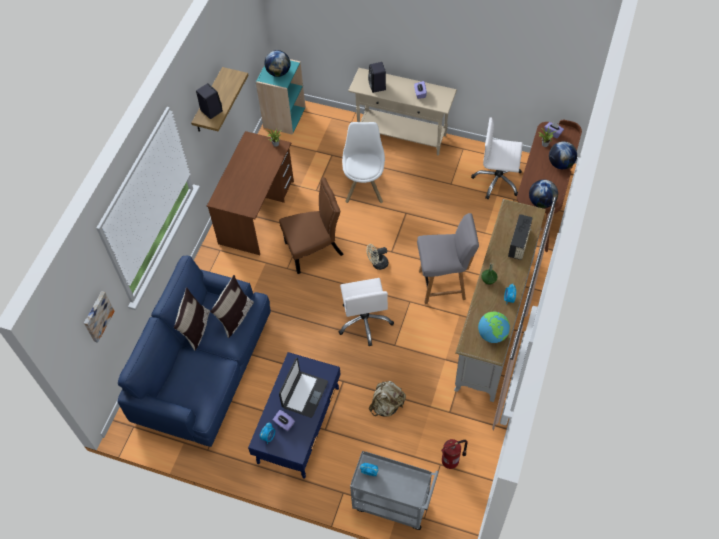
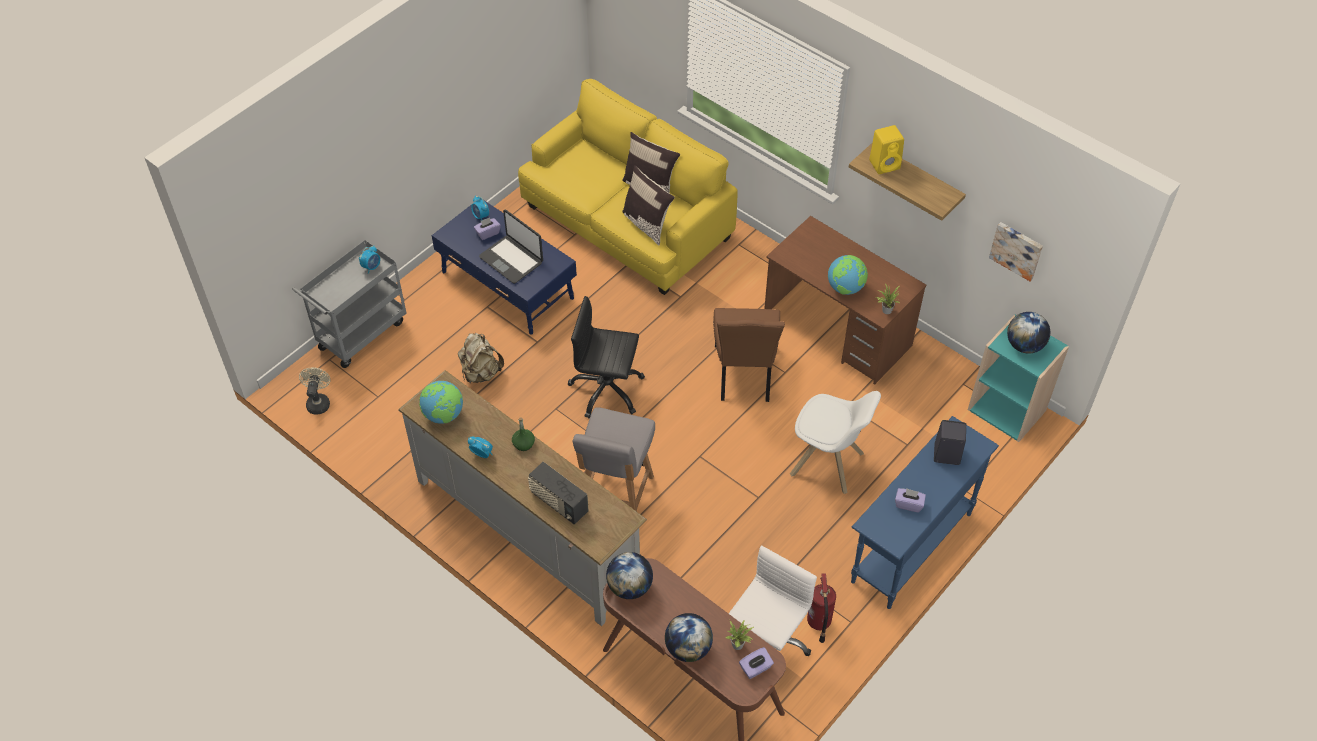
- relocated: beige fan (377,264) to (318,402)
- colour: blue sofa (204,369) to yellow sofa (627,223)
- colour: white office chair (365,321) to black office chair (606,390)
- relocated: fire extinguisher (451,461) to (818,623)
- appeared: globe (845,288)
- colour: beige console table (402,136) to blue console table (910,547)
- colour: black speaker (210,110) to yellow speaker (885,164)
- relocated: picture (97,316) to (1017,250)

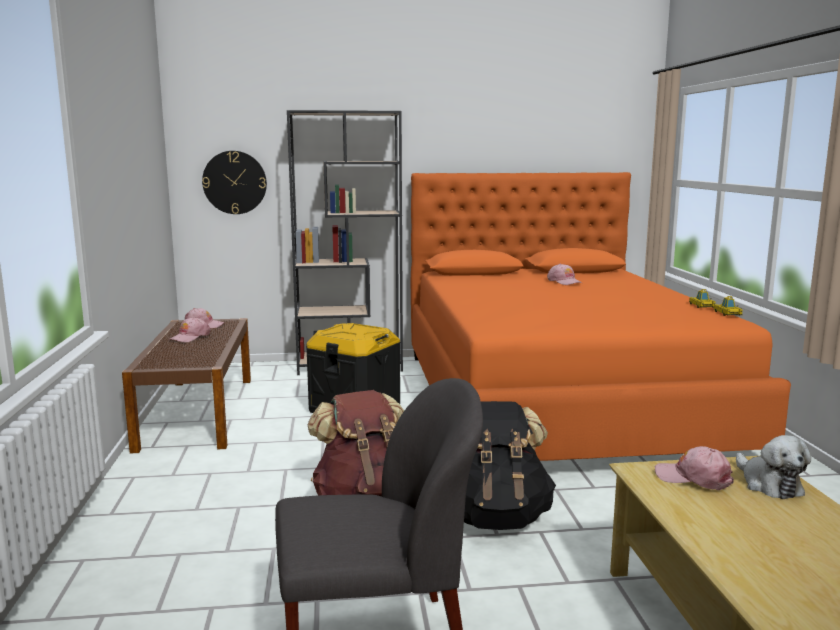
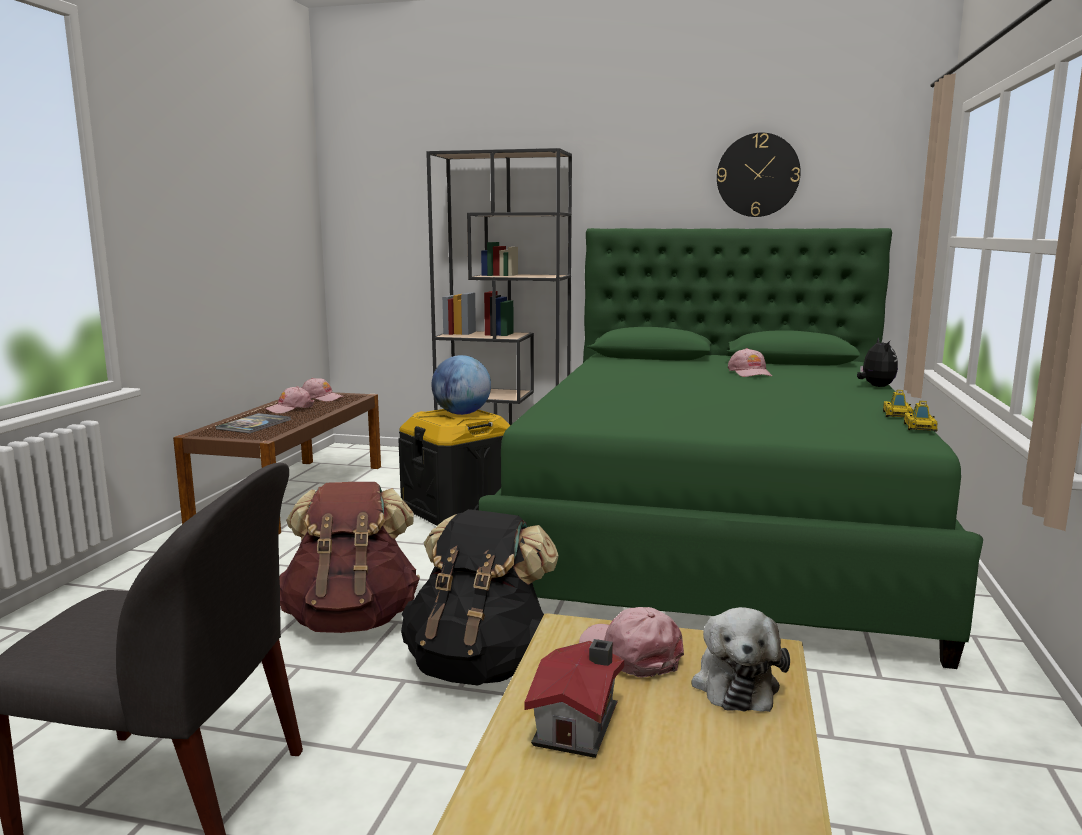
- appeared: book (254,424)
- appeared: globe (462,413)
- colour: orange bed (558,401) to green bed (716,532)
- appeared: toy house (580,724)
- relocated: wall clock (234,182) to (758,175)
- appeared: plush toy (875,386)

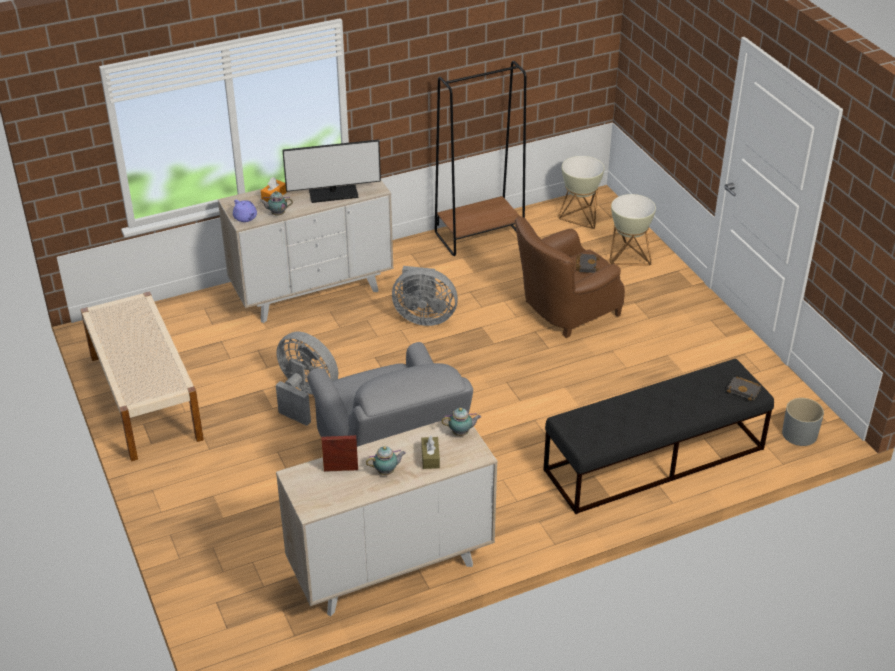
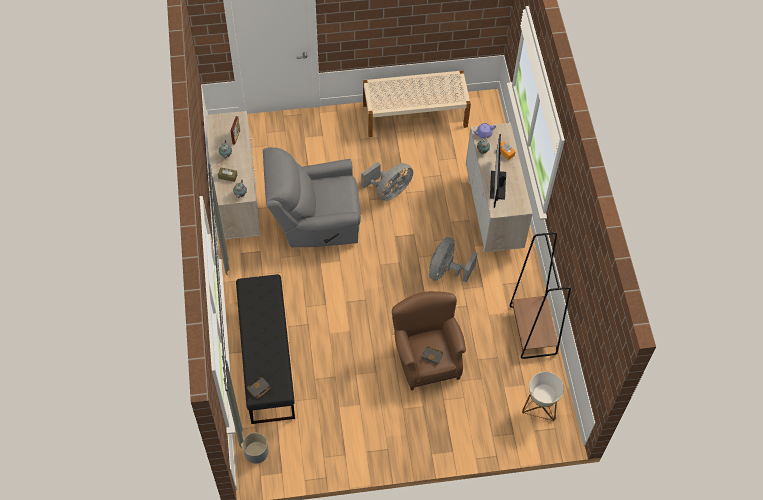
- missing: planter (628,258)

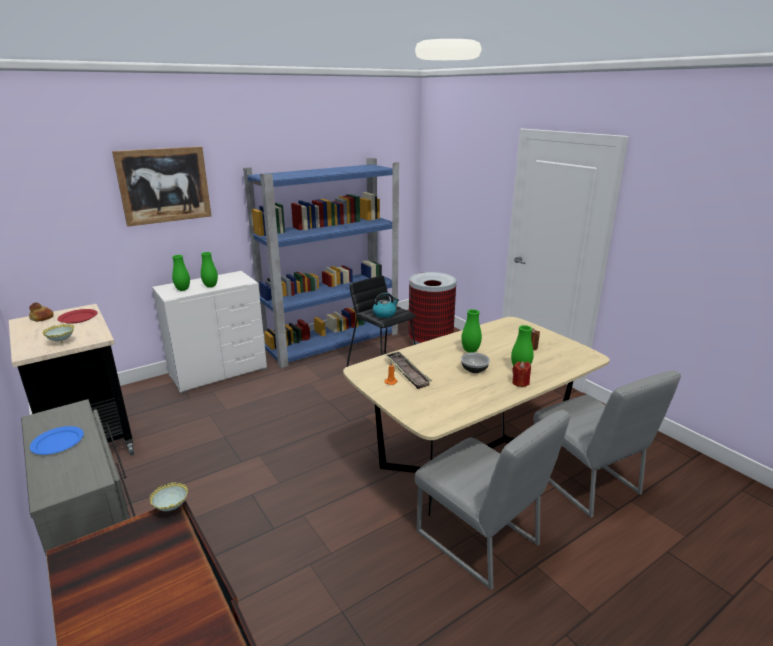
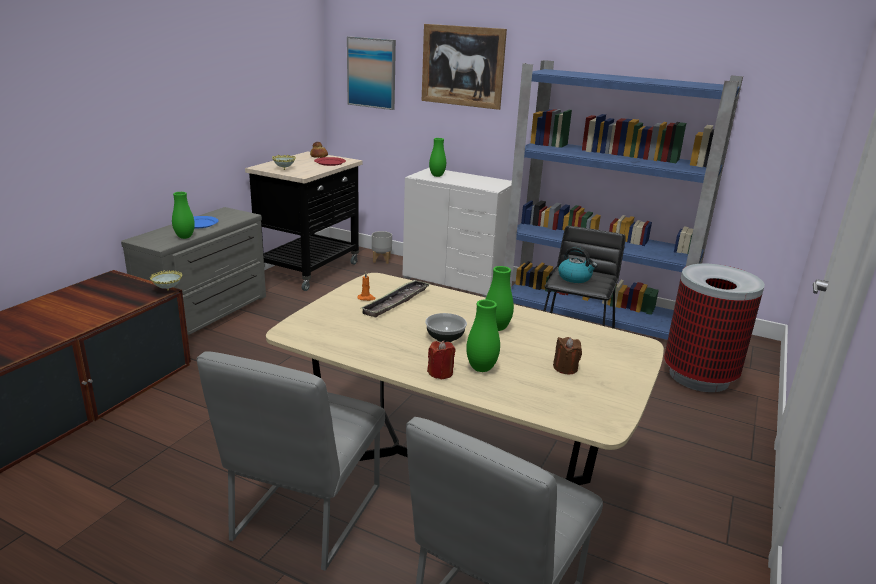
- relocated: green vase (210,286) to (185,237)
- appeared: picture (371,73)
- appeared: grey planter (381,260)

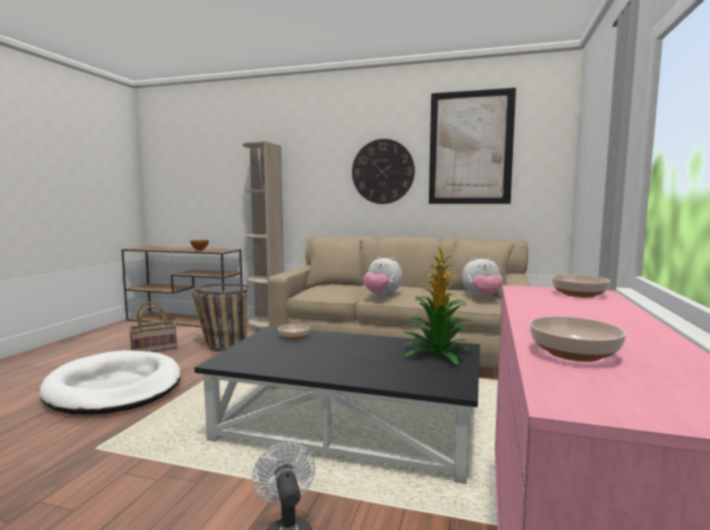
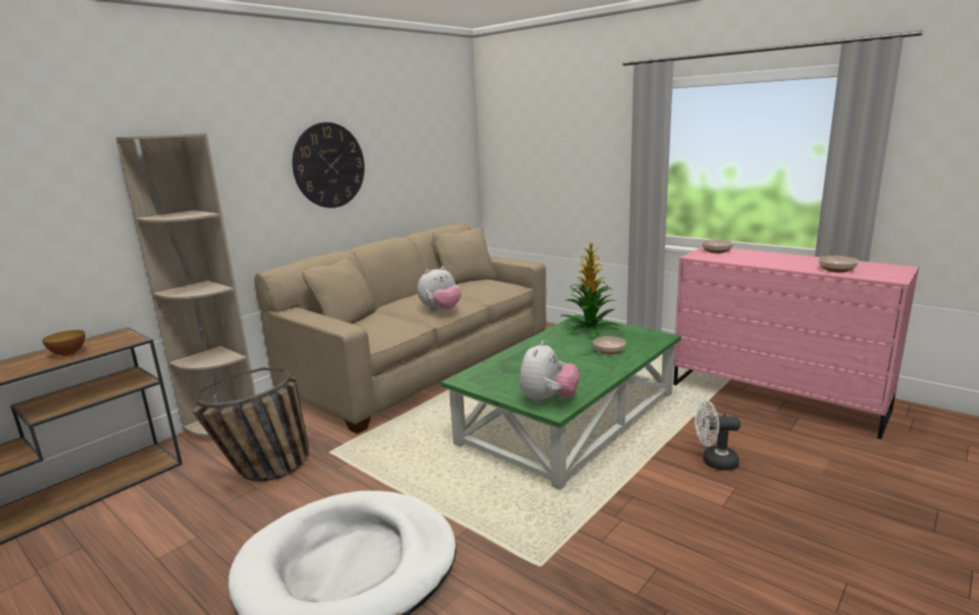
- colour: black coffee table (350,424) to green coffee table (569,416)
- relocated: plush toy (482,297) to (548,400)
- relocated: bowl (293,337) to (609,351)
- missing: basket (154,348)
- missing: picture (470,148)

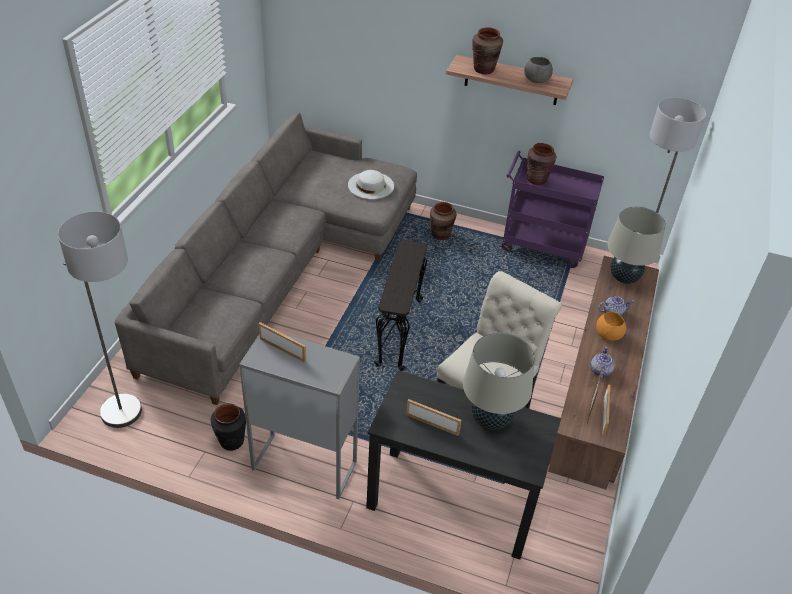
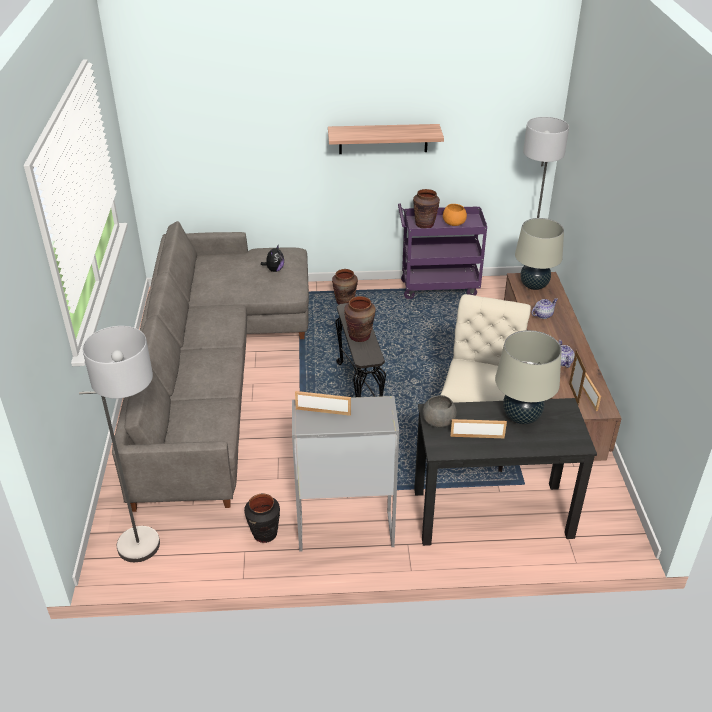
- exchanged: white hat (371,185) to plush toy (274,270)
- relocated: brown vase (484,70) to (359,336)
- relocated: grey bowl (536,79) to (438,421)
- relocated: orange bowl (608,334) to (453,223)

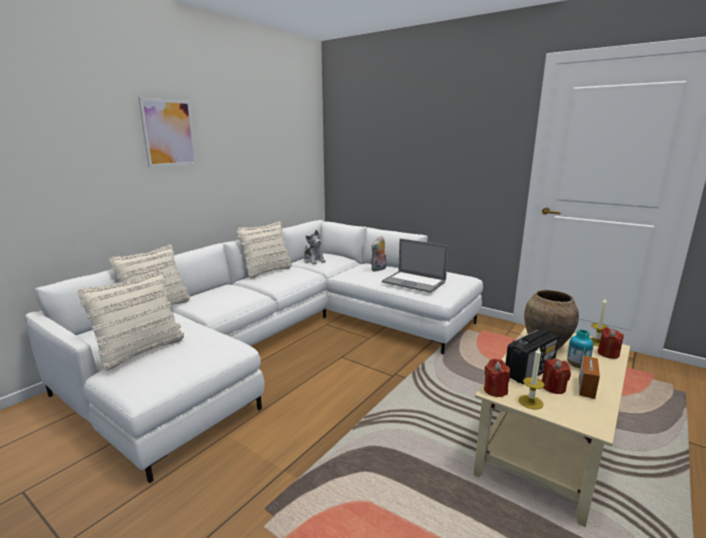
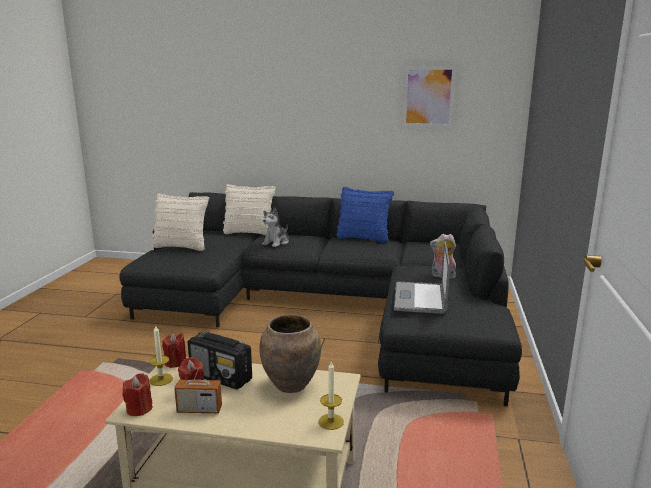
- colour: white sofa (287,339) to black sofa (334,307)
- relocated: red candle (608,354) to (139,409)
- relocated: plush toy (314,261) to (276,242)
- colour: beige pillow (267,271) to blue pillow (364,239)
- relocated: picture (169,133) to (428,96)
- missing: vase (577,366)

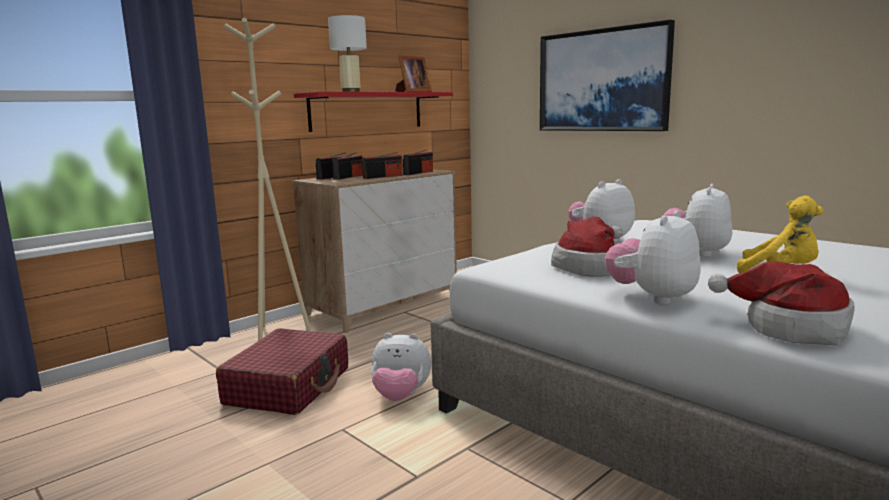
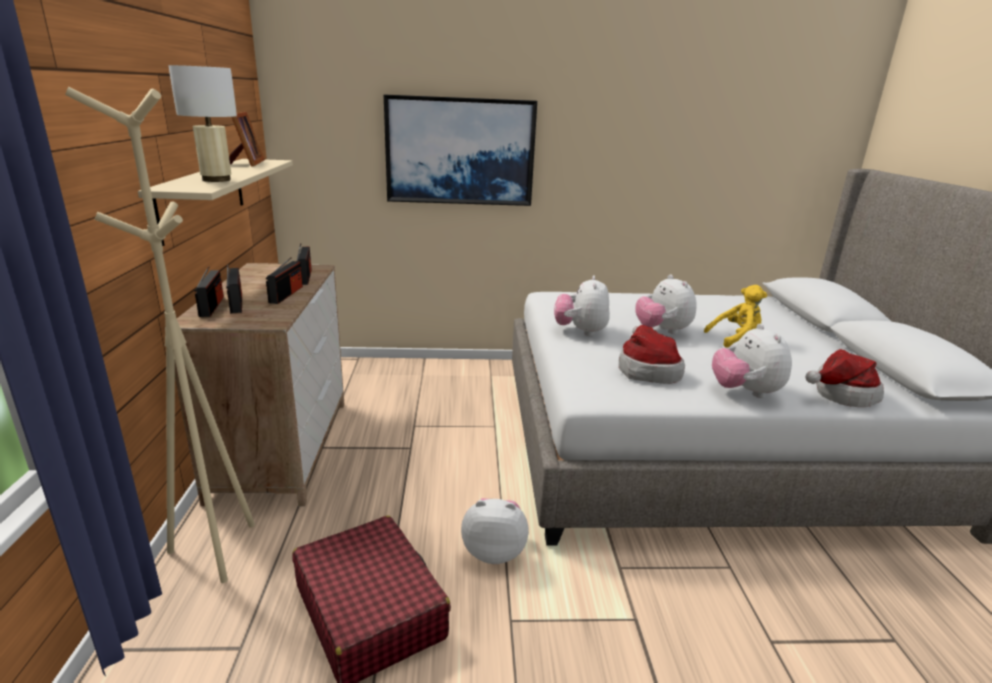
- colour: red shelf (367,111) to beige shelf (203,197)
- spun: plush toy (401,396) = (494,551) 135 degrees counterclockwise

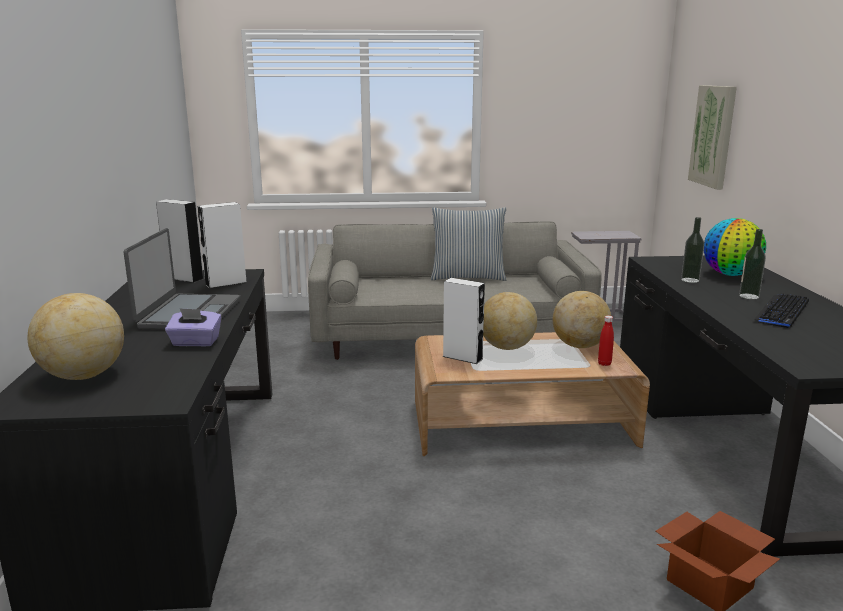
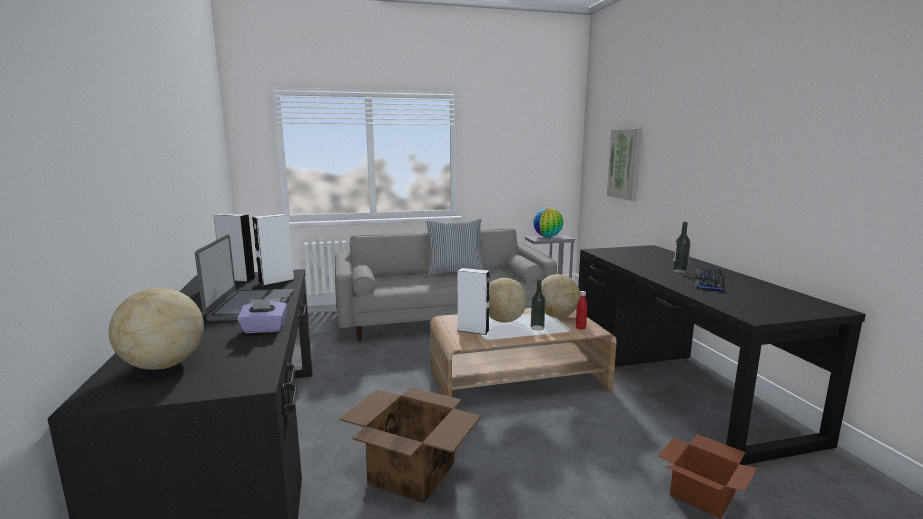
- appeared: cardboard box (411,472)
- relocated: bottle (690,280) to (537,328)
- relocated: globe (730,274) to (547,236)

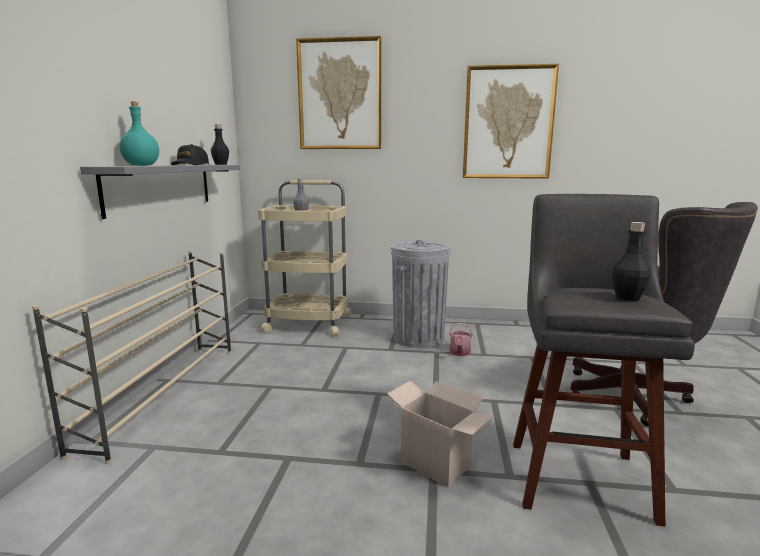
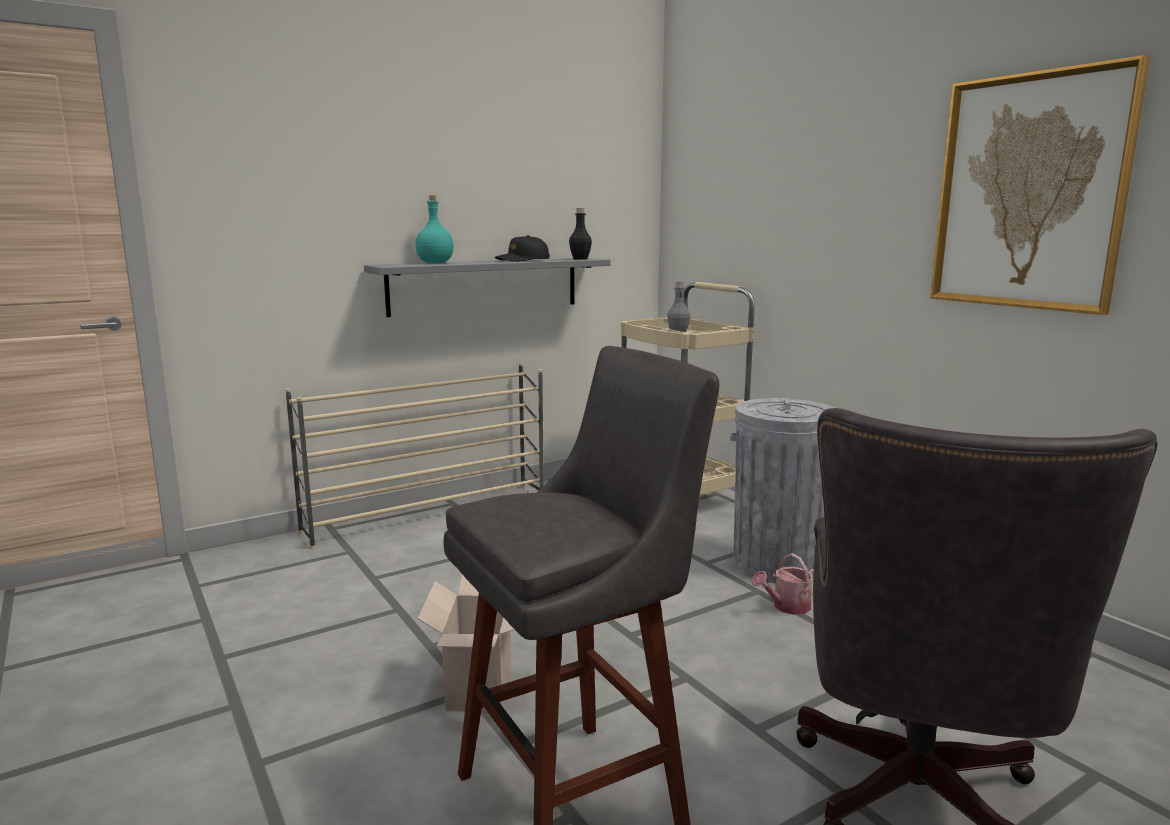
- missing: picture (340,95)
- missing: black bottle (628,297)

